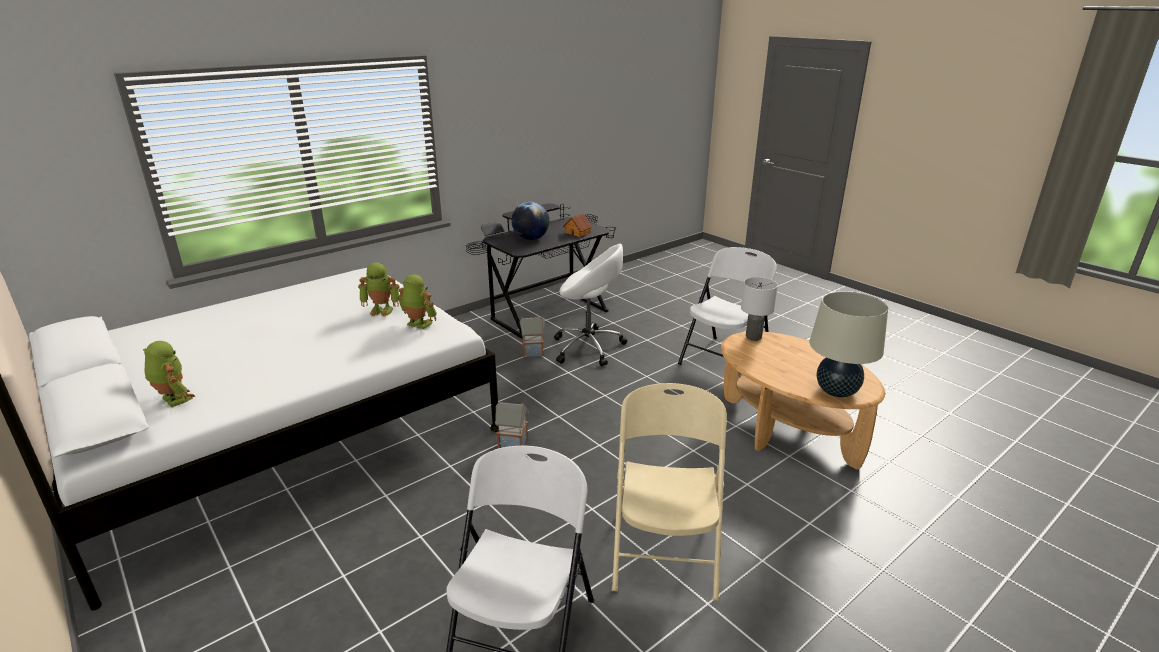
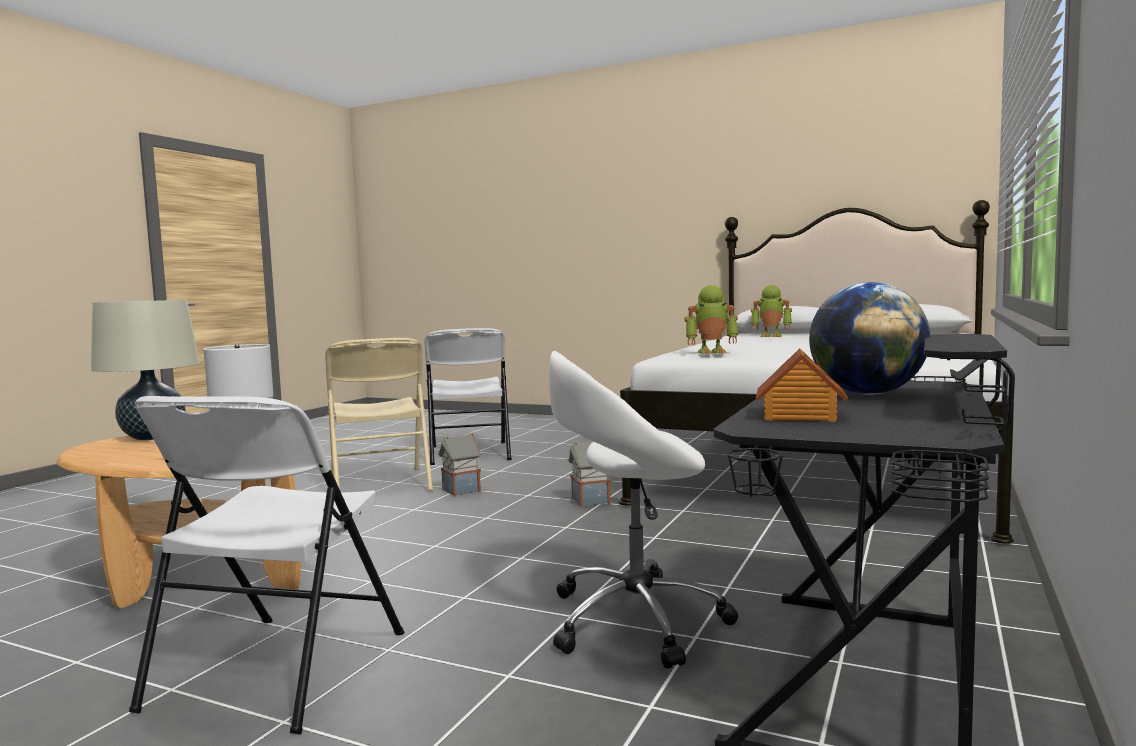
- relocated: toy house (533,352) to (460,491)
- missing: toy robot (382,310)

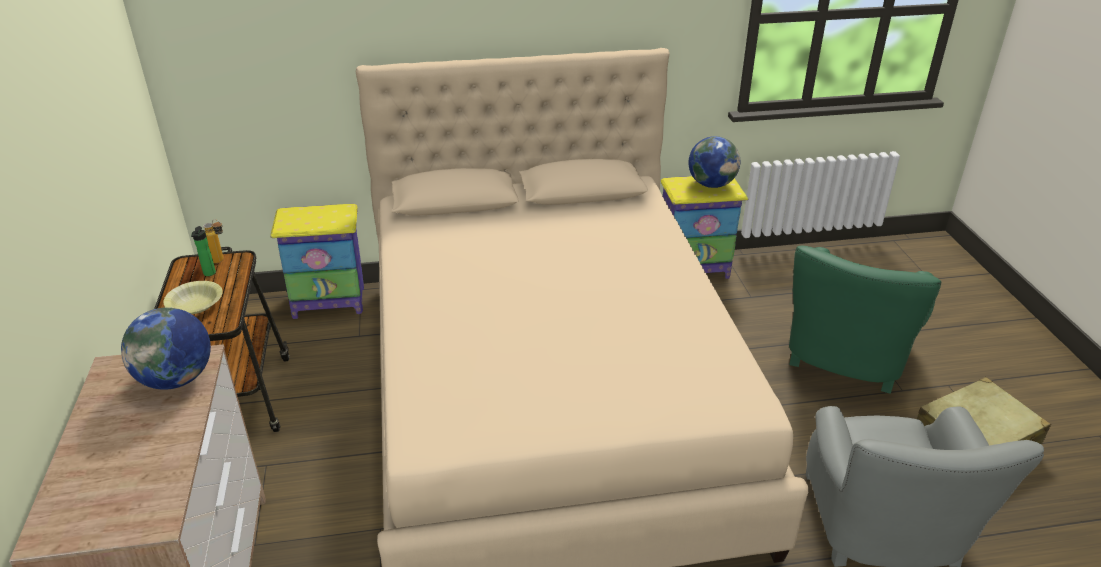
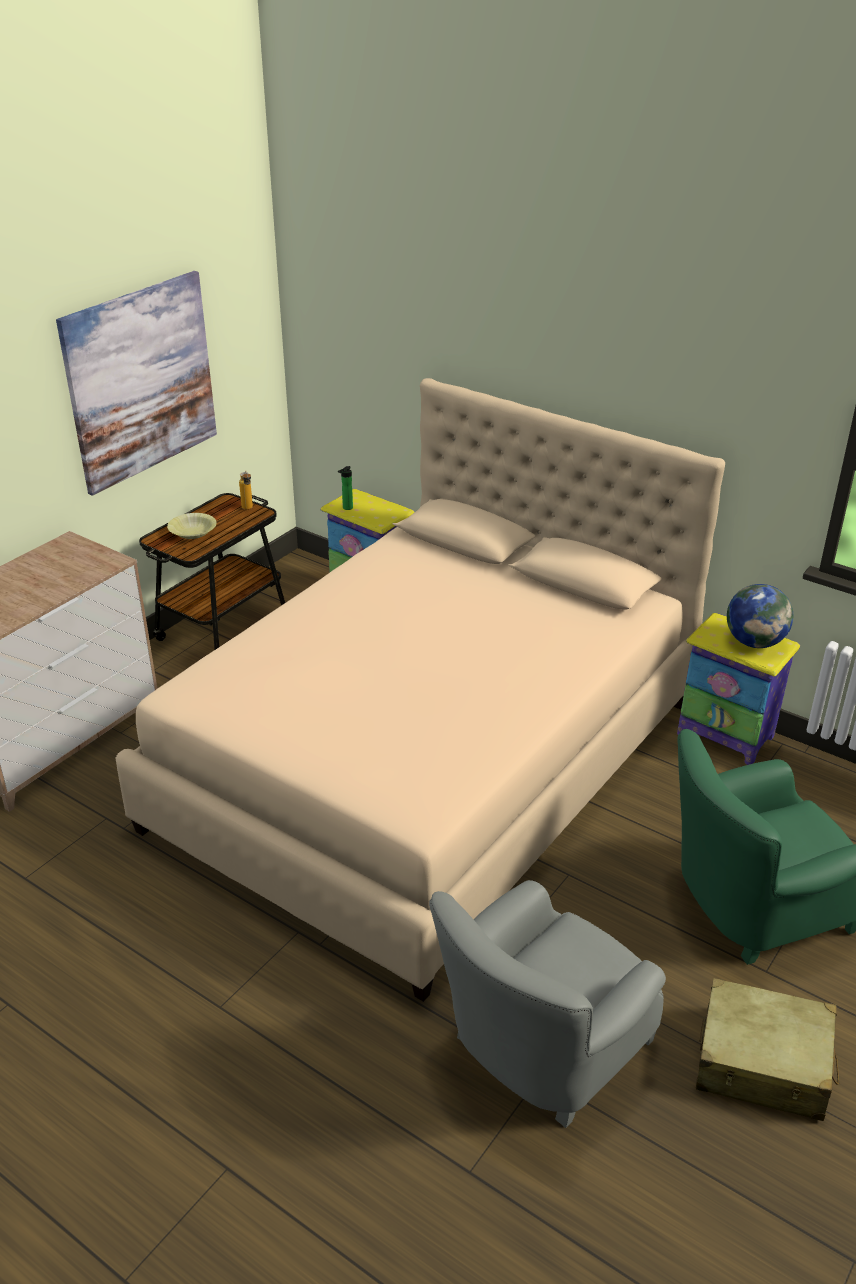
- appeared: picture (141,381)
- relocated: bottle (209,274) to (346,508)
- missing: globe (176,379)

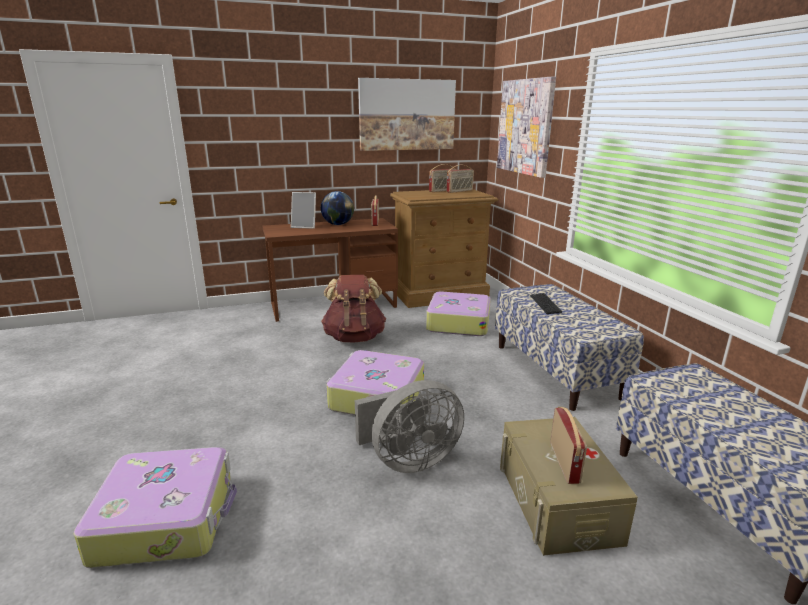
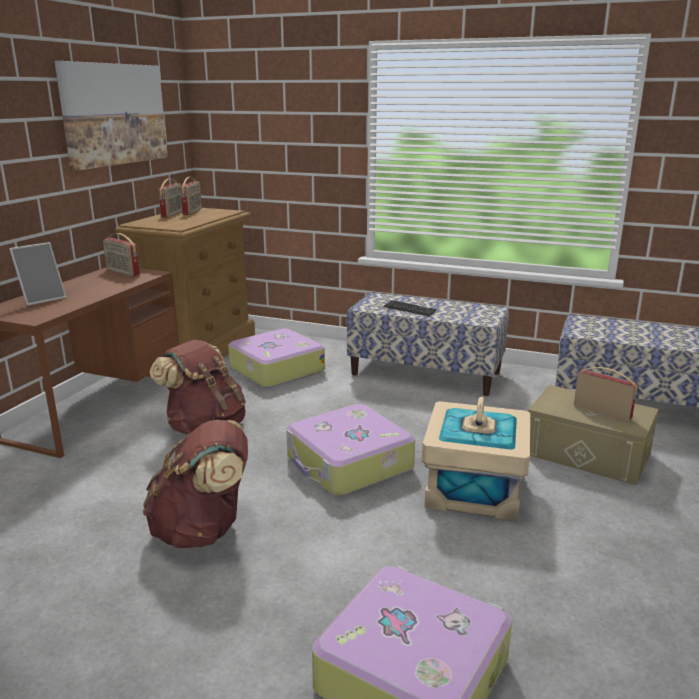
- appeared: brown backpack (203,530)
- exchanged: grey fan (409,460) to beige storage box (473,489)
- missing: globe (338,224)
- missing: picture (525,127)

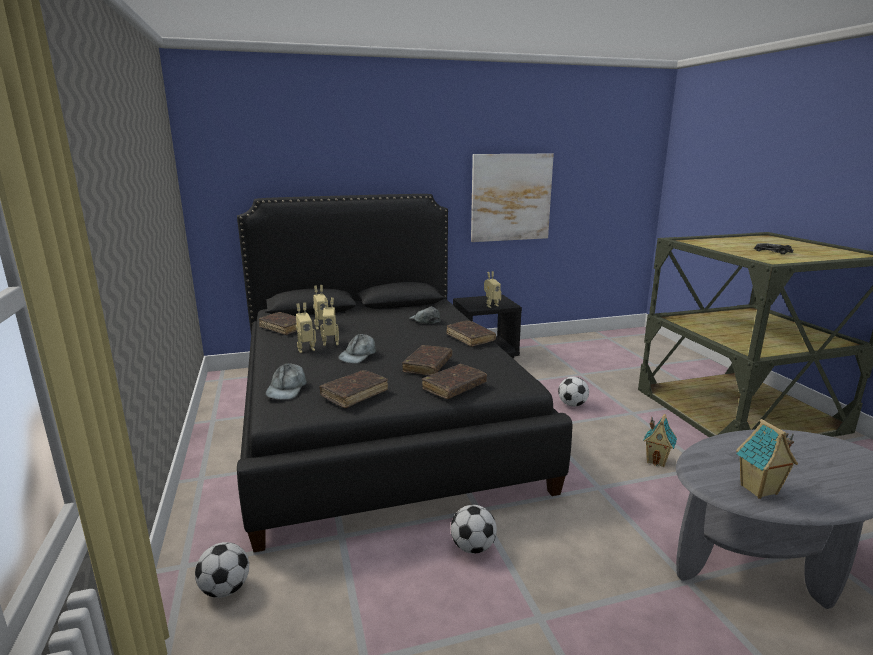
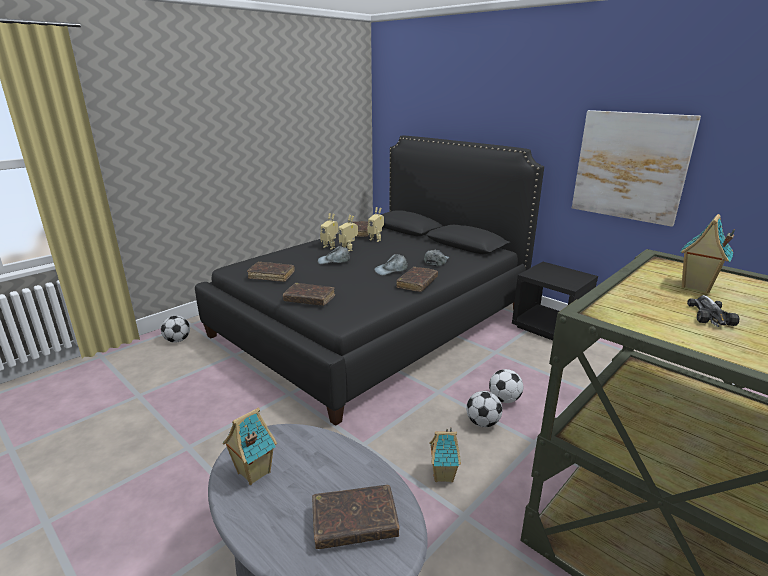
- relocated: brown book (427,366) to (354,523)
- relocated: grey cap (287,388) to (391,270)
- relocated: football (473,547) to (482,423)
- appeared: toy house (696,286)
- missing: toy robot (491,305)

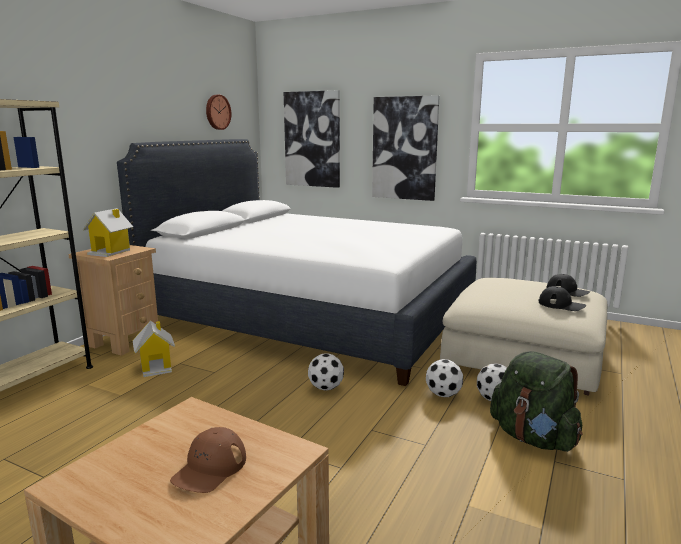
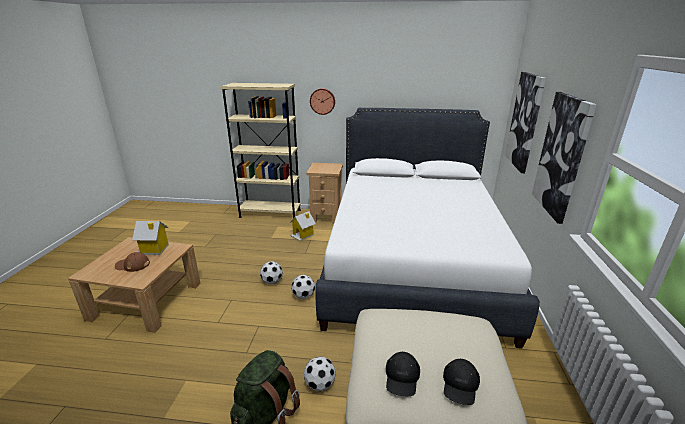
- relocated: toy house (111,252) to (154,249)
- relocated: football (443,394) to (272,281)
- relocated: wall clock (217,112) to (322,101)

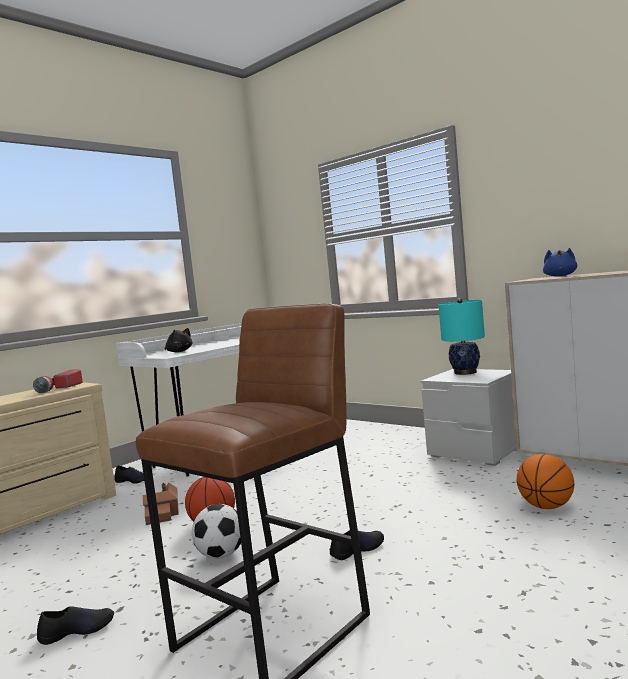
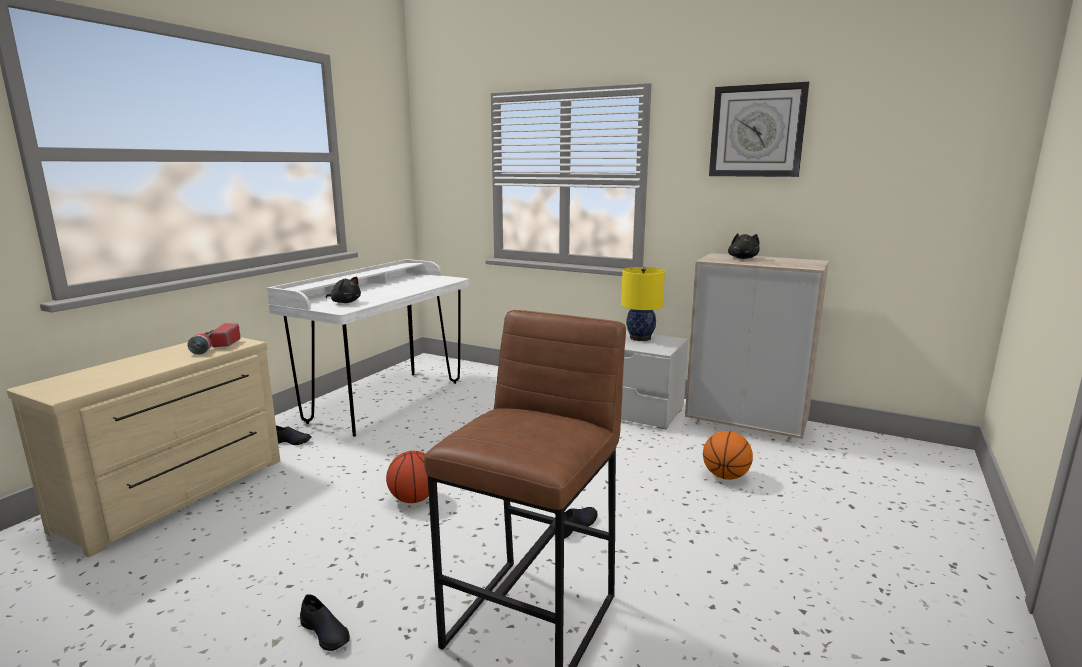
- spun: black shoe (77,630) = (325,632) 75 degrees clockwise
- colour: turquoise table lamp (465,372) to yellow table lamp (640,338)
- appeared: wall clock (757,131)
- colour: blue plush toy (560,276) to black plush toy (743,258)
- missing: toy house (163,514)
- missing: football (221,555)

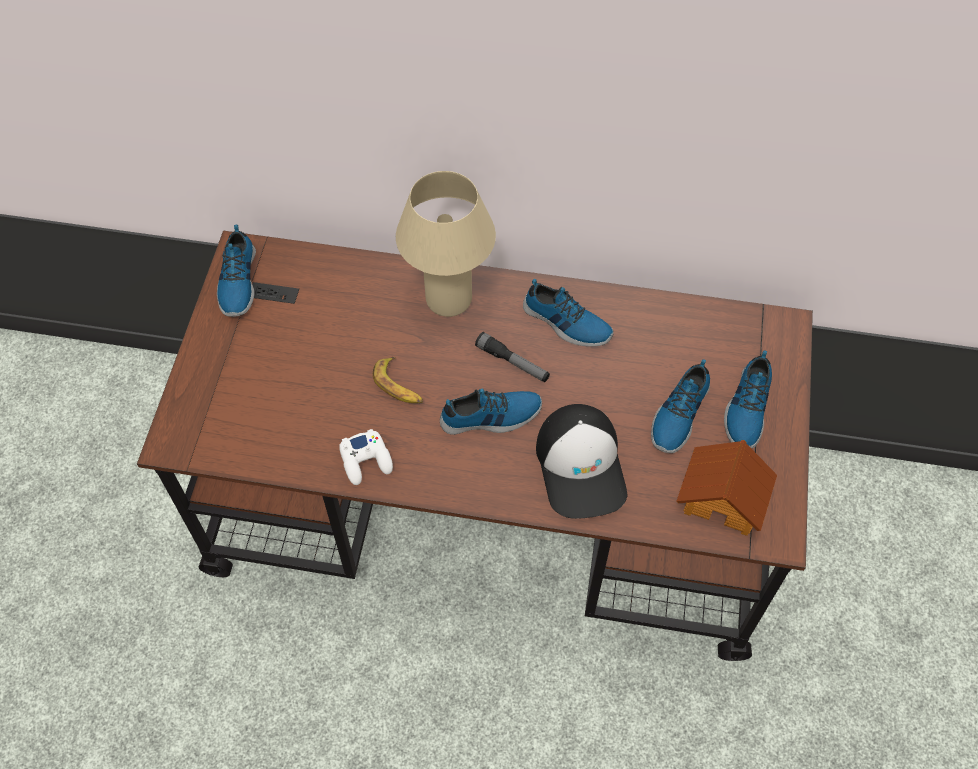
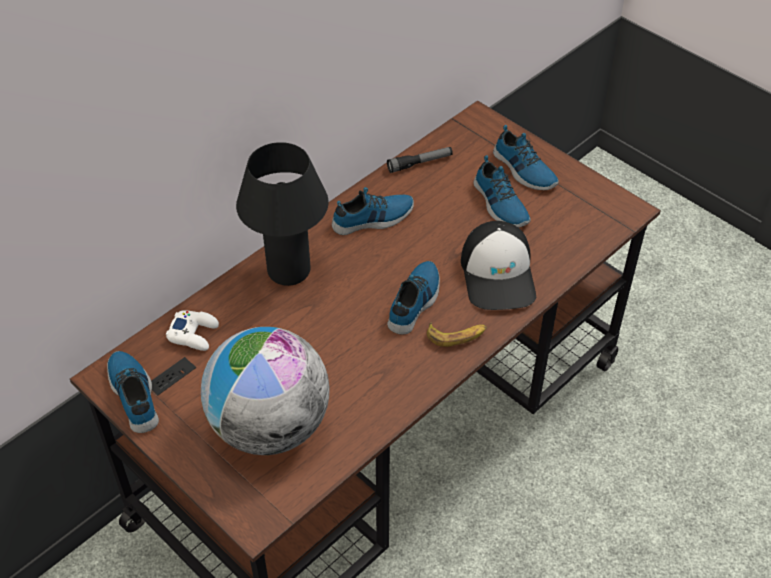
- spun: shoe (237,281) = (135,394) 150 degrees counterclockwise
- relocated: white game controller (366,460) to (194,334)
- appeared: globe (270,426)
- colour: beige table lamp (449,299) to black table lamp (289,271)
- relocated: flashlight (512,362) to (420,163)
- relocated: banana (398,386) to (456,335)
- spun: cap (582,466) = (499,275) 60 degrees clockwise
- missing: toy house (724,497)

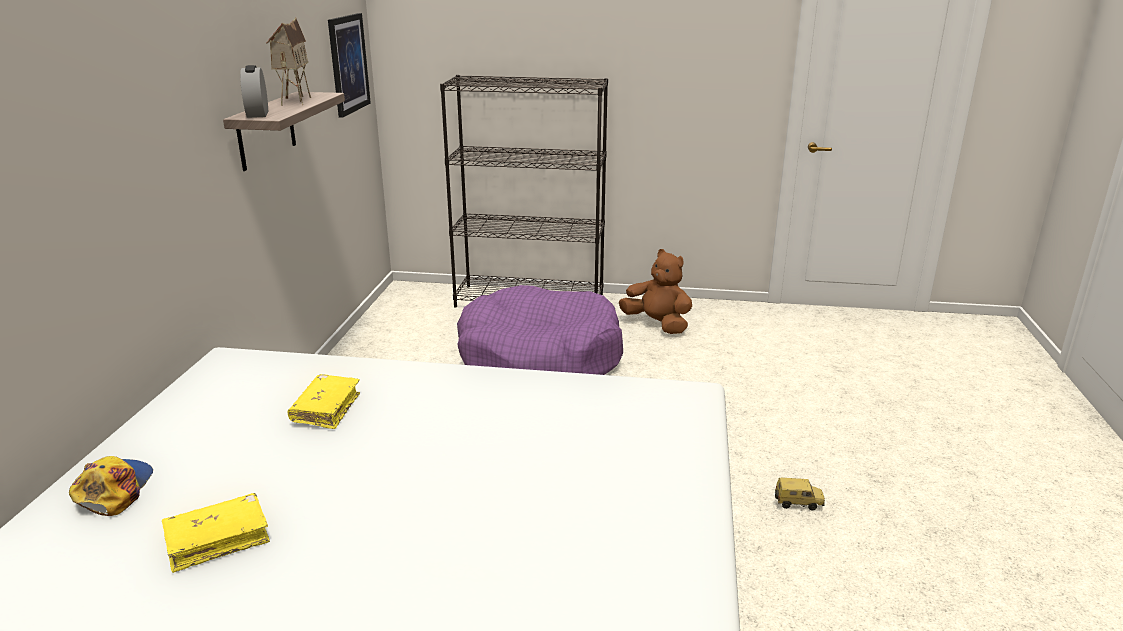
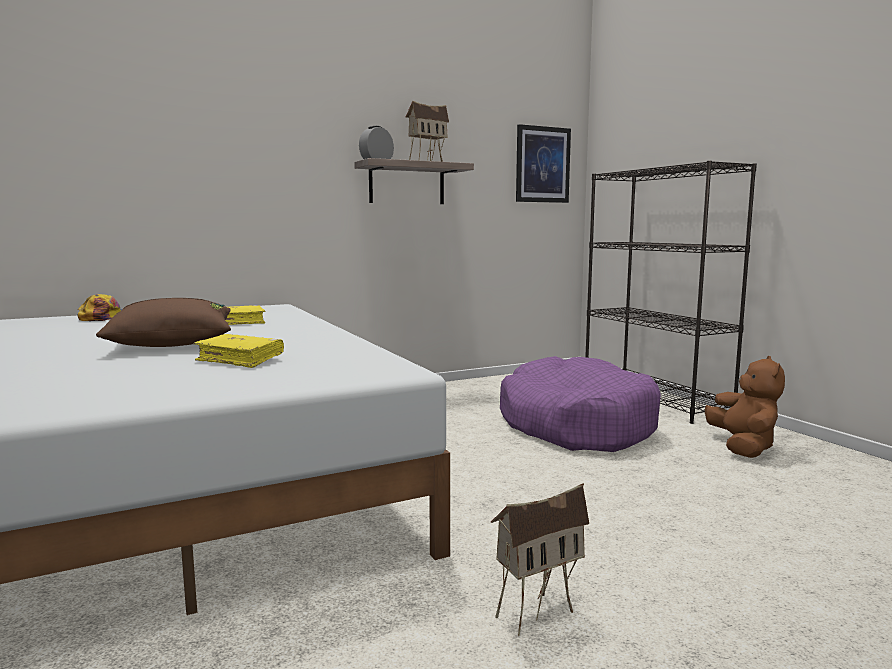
- appeared: brown pillow (172,343)
- relocated: yellow book (218,540) to (240,360)
- exchanged: toy car (798,503) to toy house (536,609)

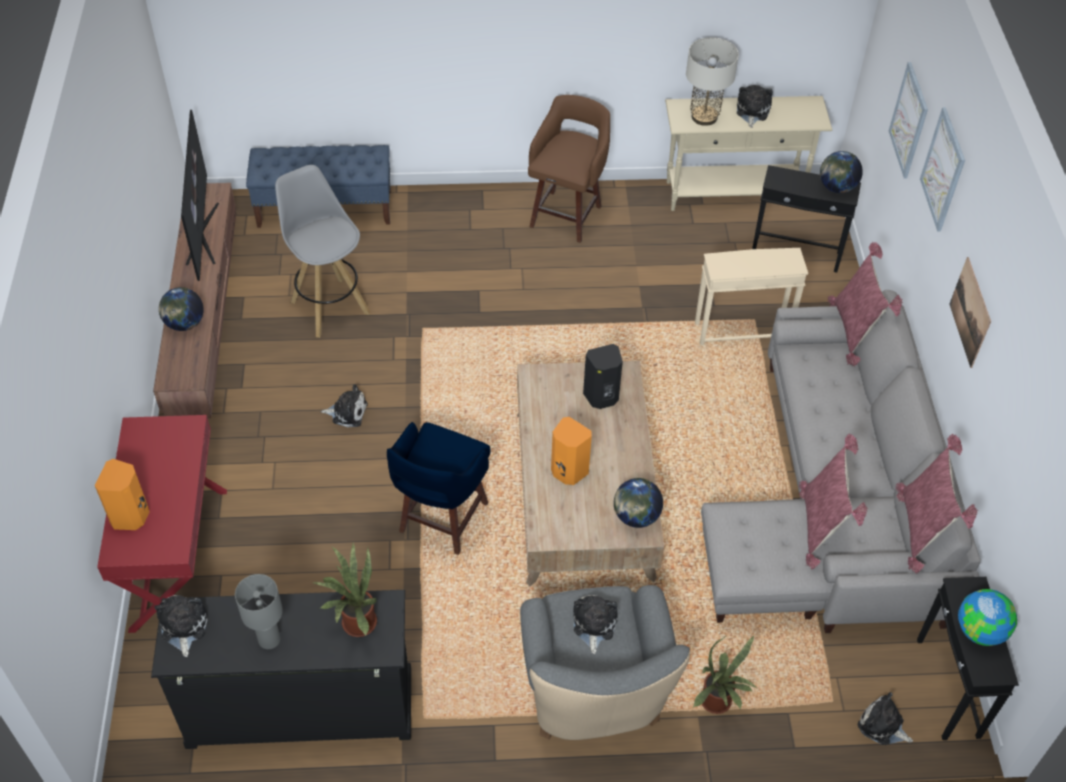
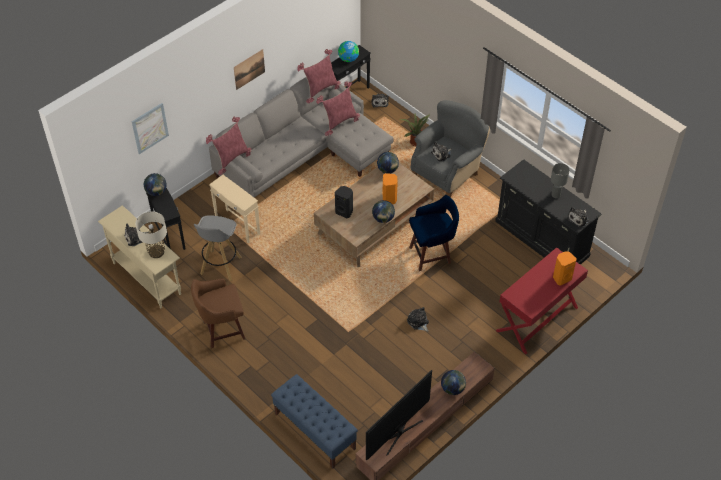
- relocated: grey stool (330,306) to (220,266)
- appeared: globe (383,219)
- missing: potted plant (355,622)
- missing: picture (943,169)

